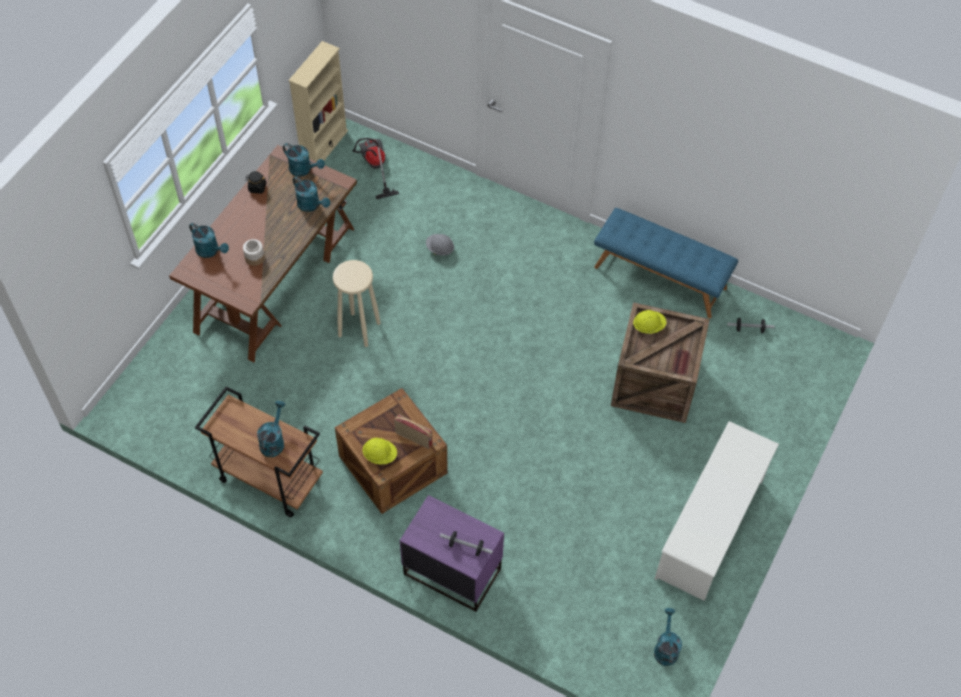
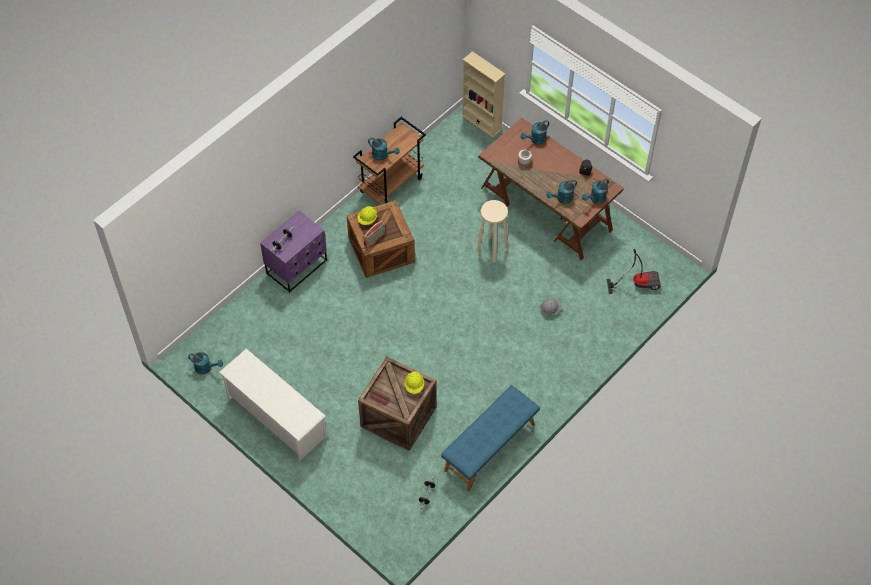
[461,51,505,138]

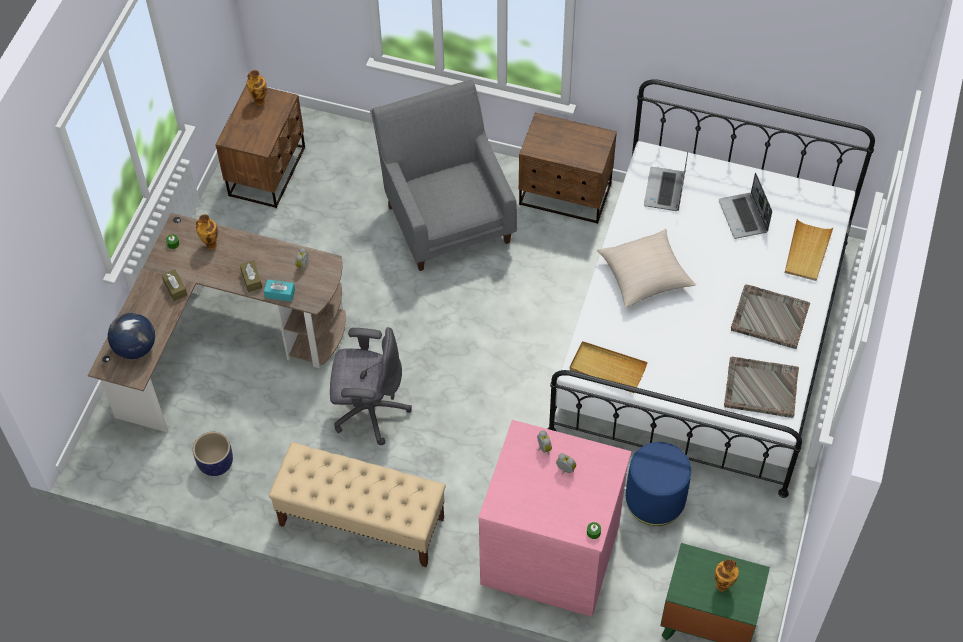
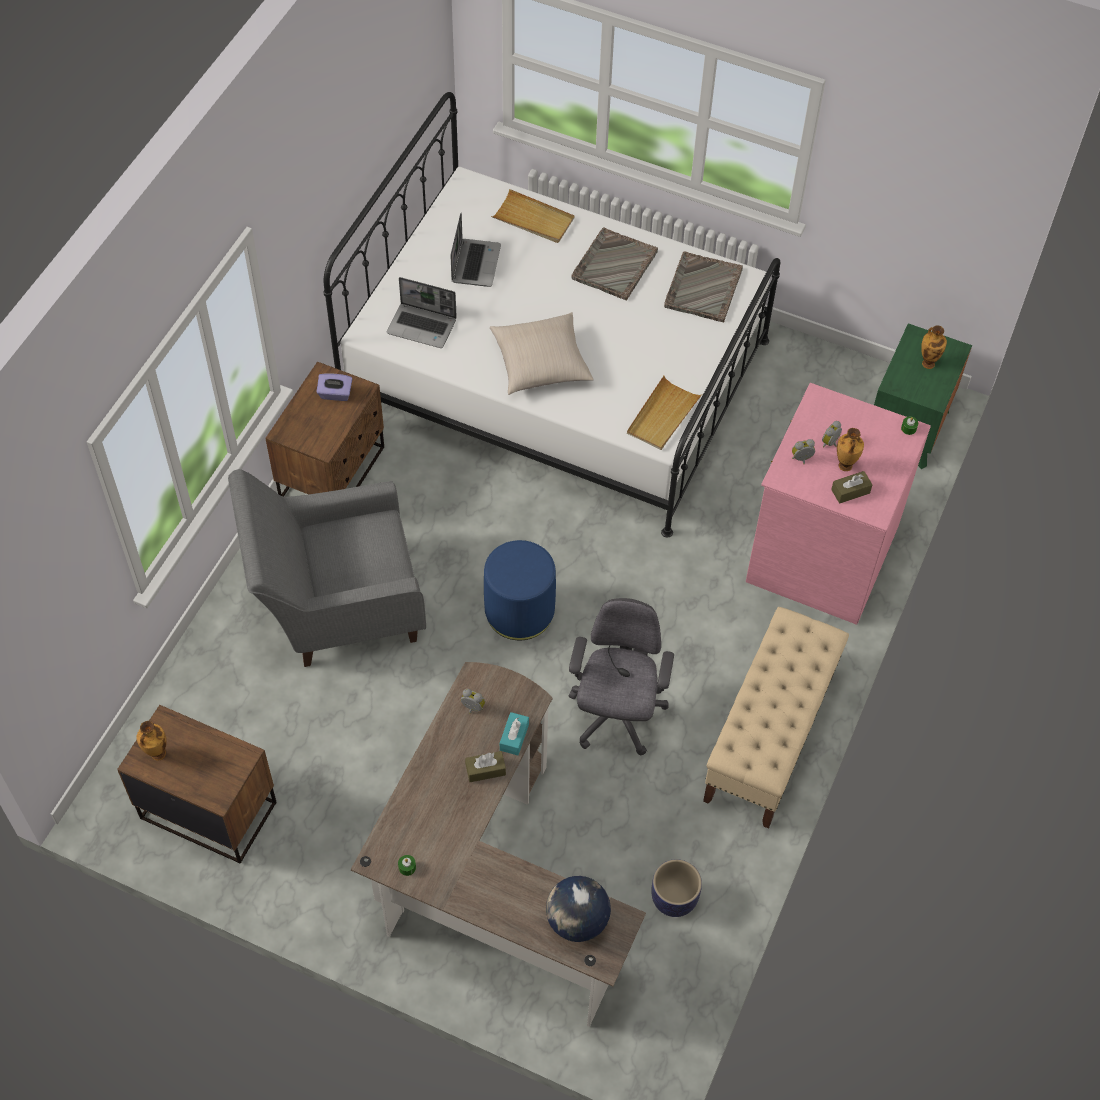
[317,373,352,401]
[451,213,501,287]
[484,540,556,640]
[831,471,872,503]
[837,428,864,471]

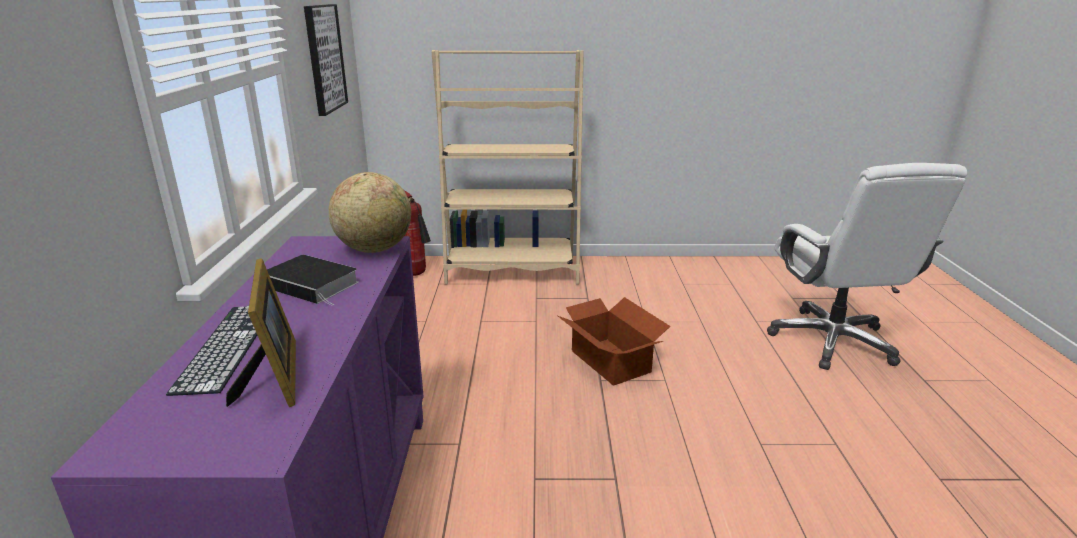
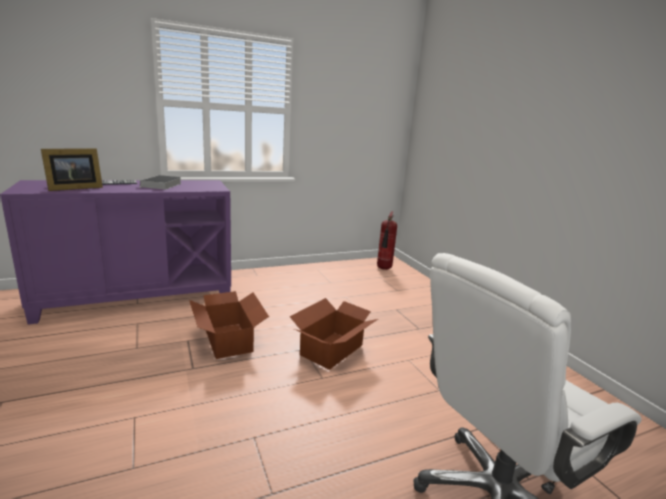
[189,291,269,359]
[304,4,348,116] (first image)
[328,172,411,253] (first image)
[431,50,584,285] (first image)

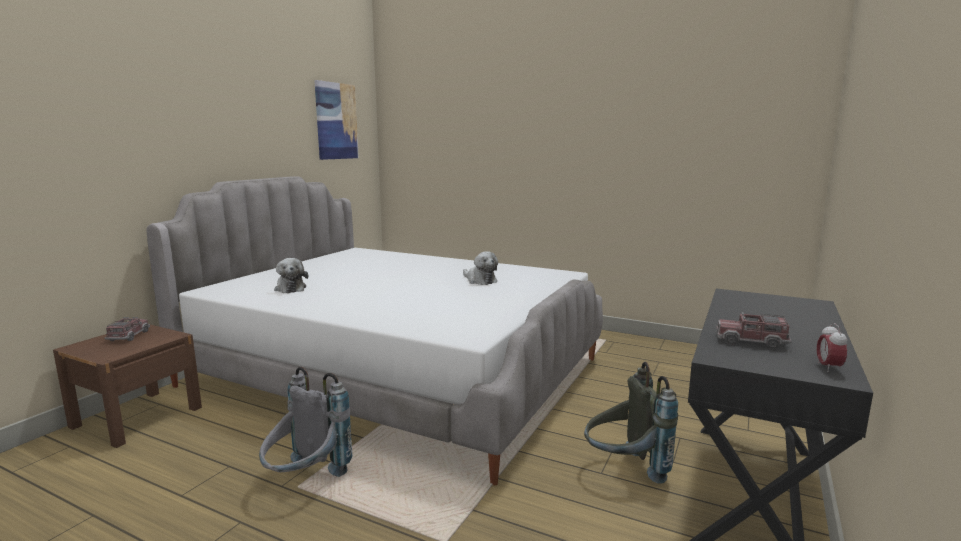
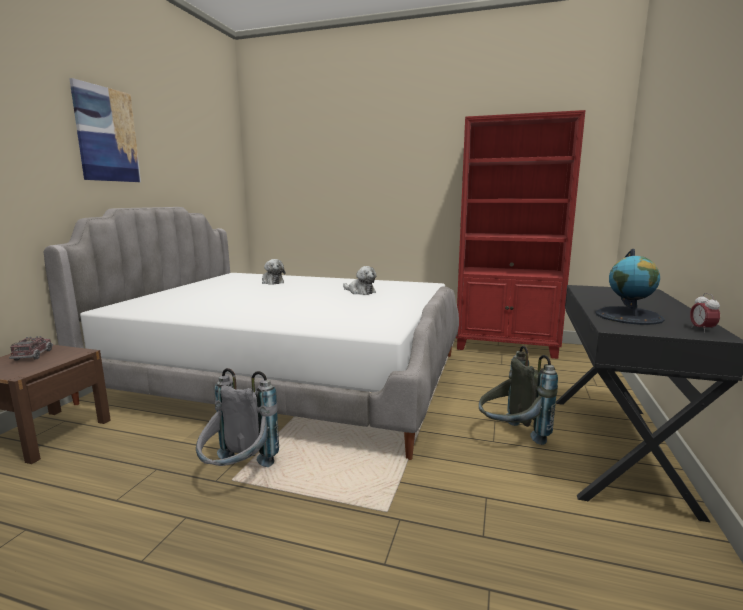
[69,78,141,182]
[262,259,285,285]
[456,110,586,359]
[595,249,665,325]

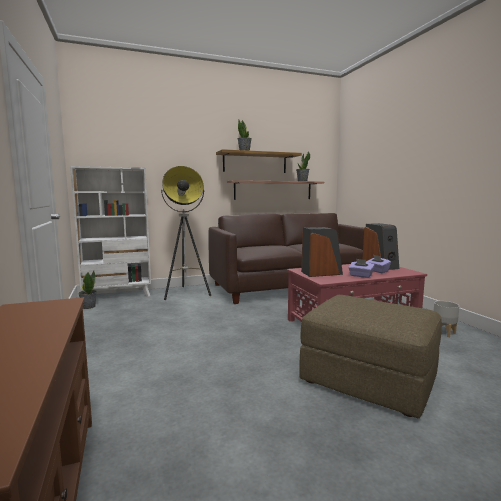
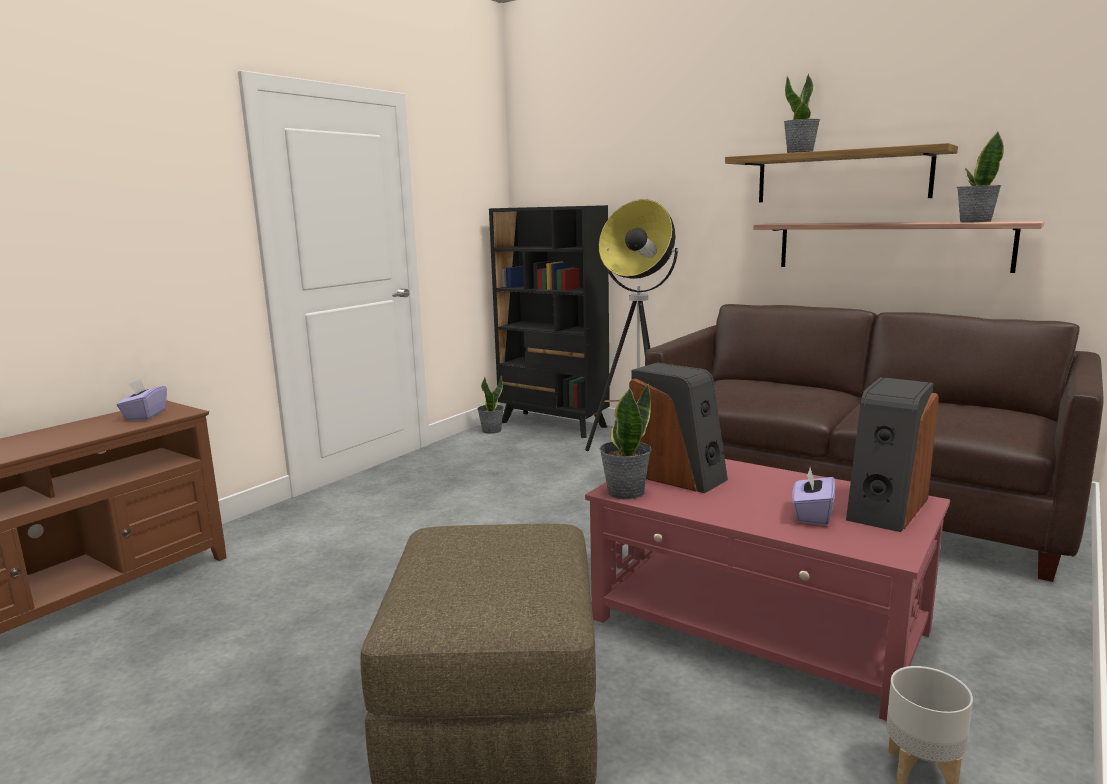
[117,379,167,421]
[489,205,610,438]
[600,384,652,500]

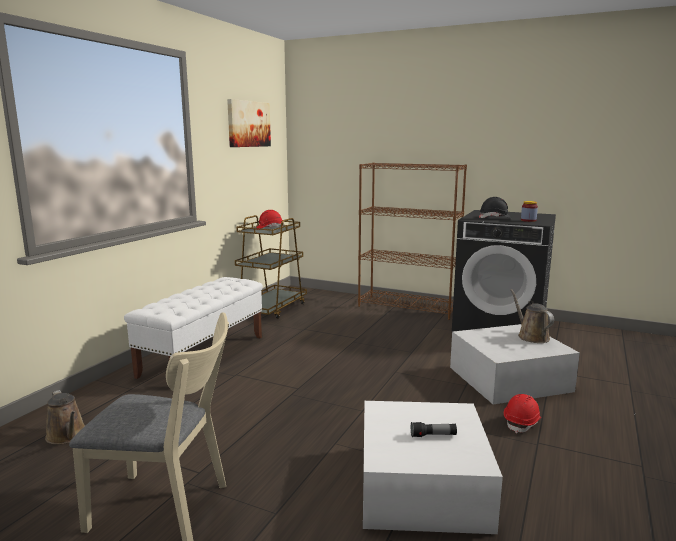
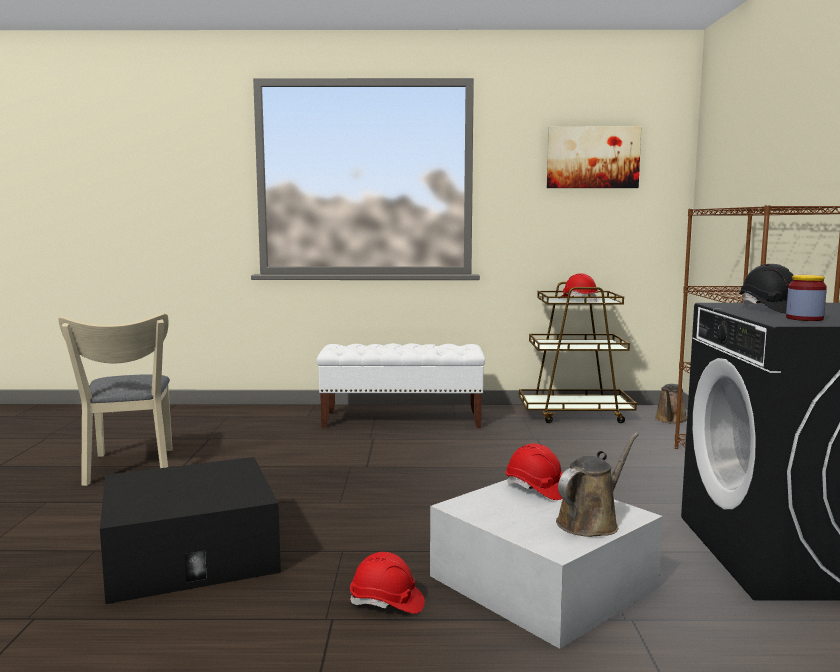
[100,457,281,604]
[505,443,563,500]
[655,384,687,424]
[411,422,457,437] (first image)

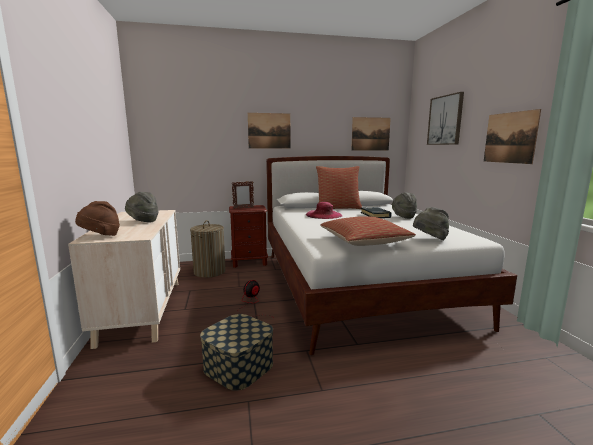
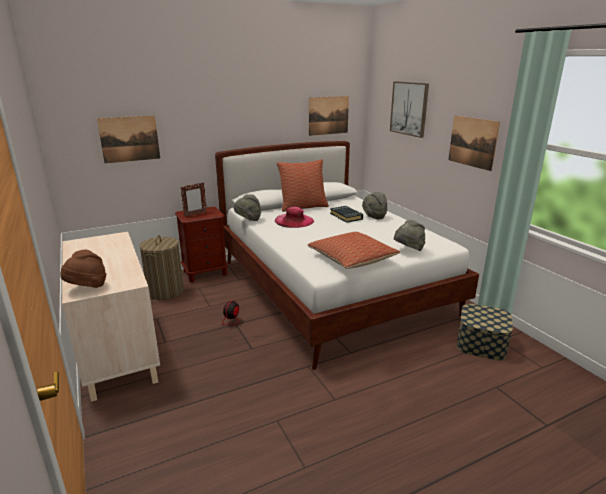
[97,115,160,163]
[234,194,261,221]
[457,304,513,360]

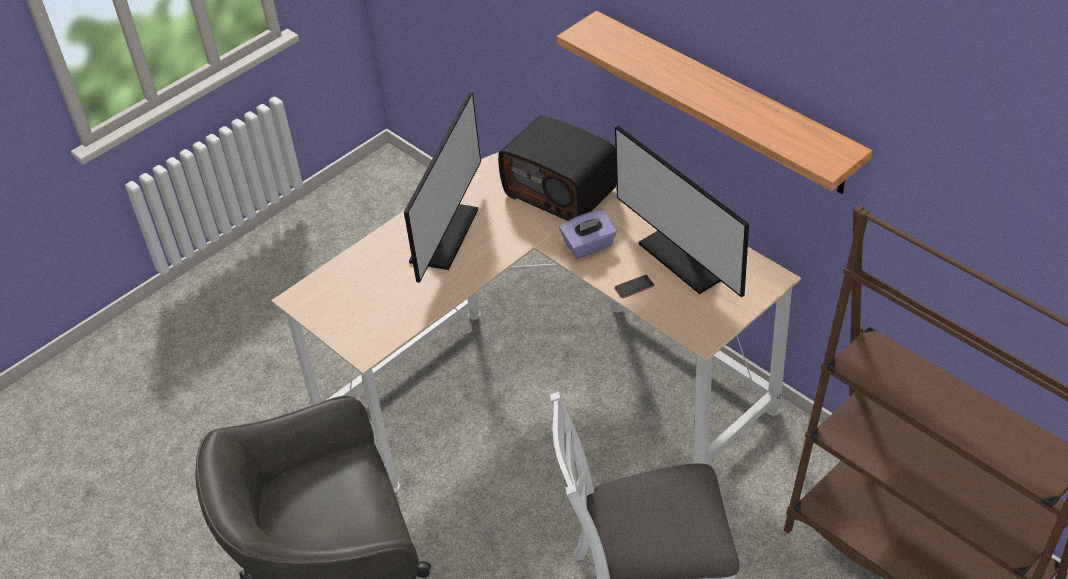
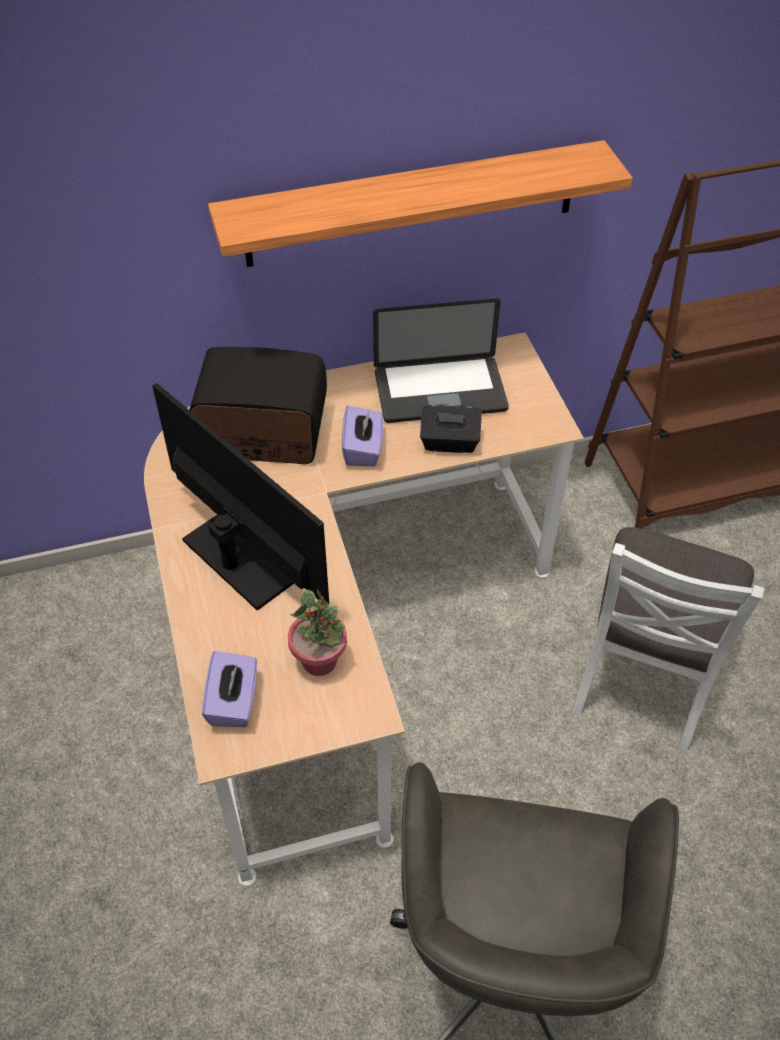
[189,347,327,464]
[202,651,257,727]
[288,589,347,676]
[373,299,509,423]
[420,404,482,453]

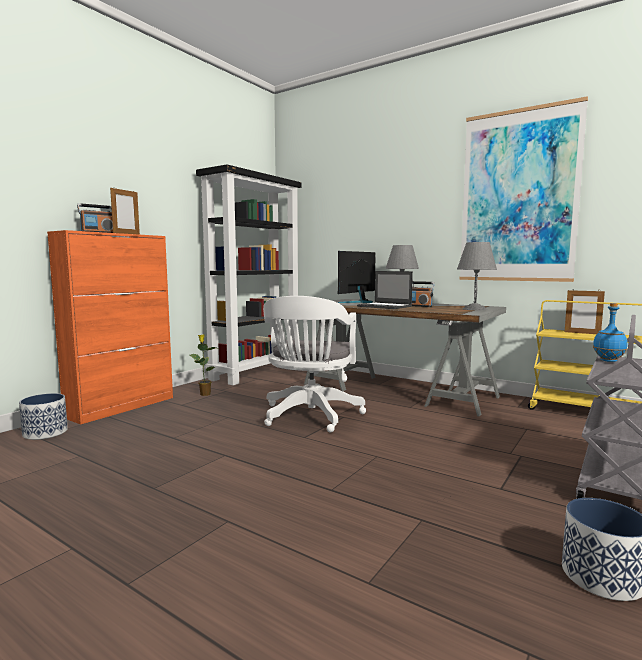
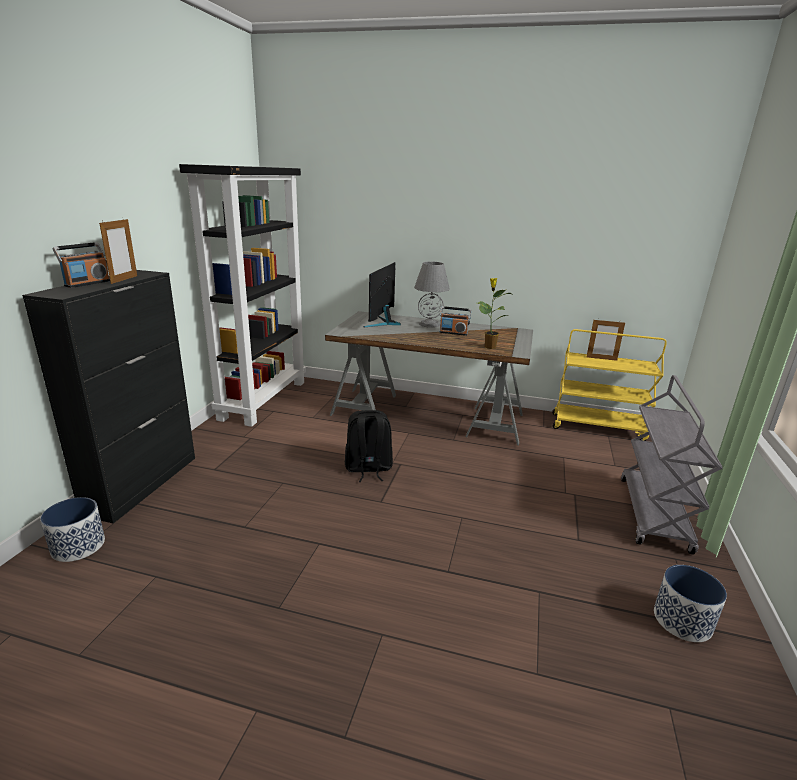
[22,270,195,523]
[345,410,393,482]
[477,278,514,349]
[357,271,413,309] (first image)
[457,242,497,310] (first image)
[459,96,588,282] (first image)
[593,303,628,362] (first image)

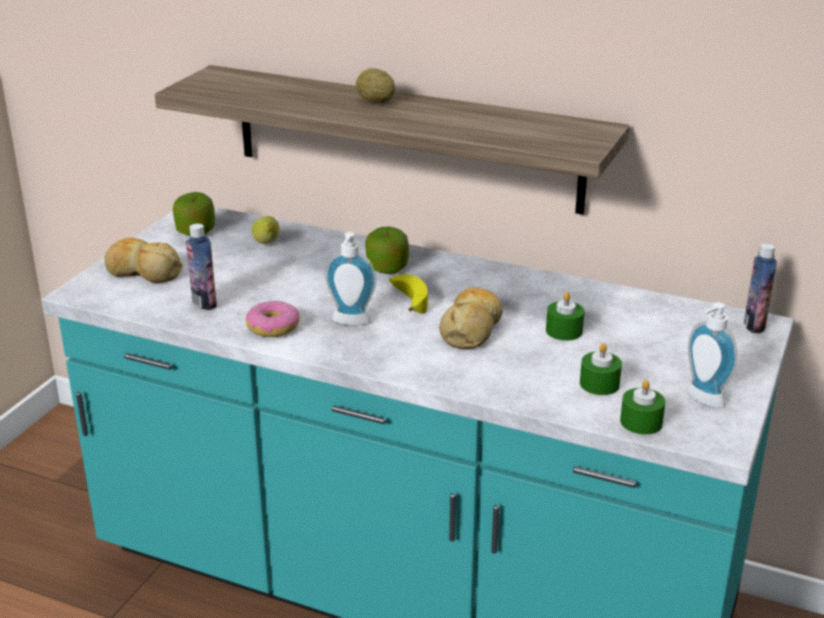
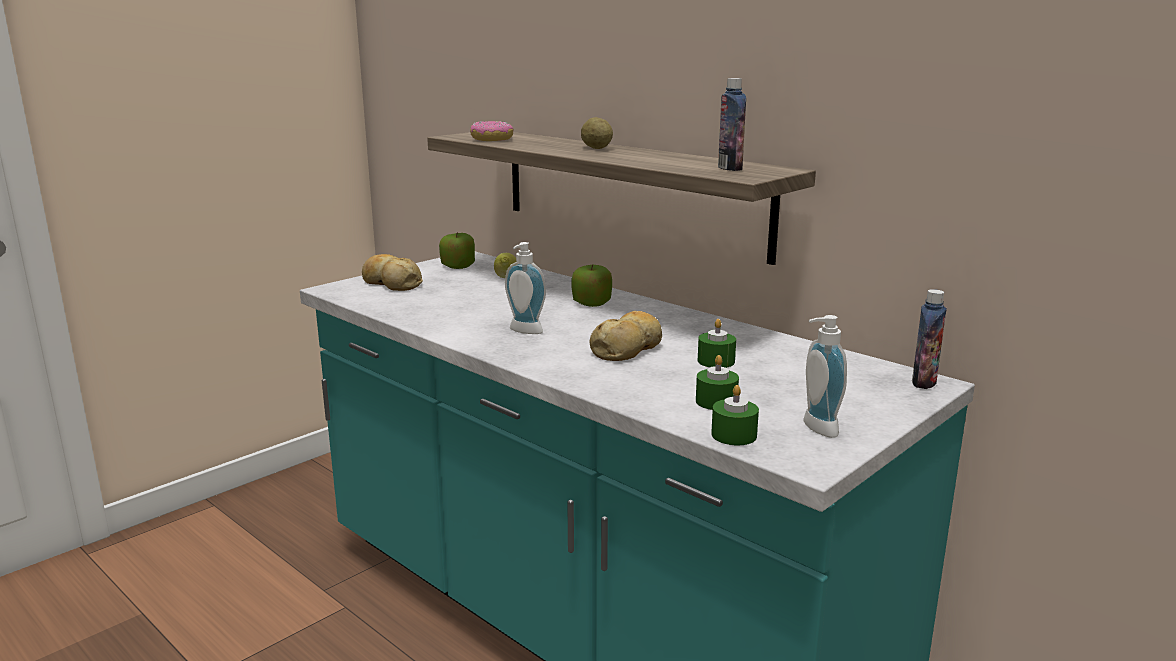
[470,121,513,141]
[718,78,746,171]
[389,274,428,314] (first image)

